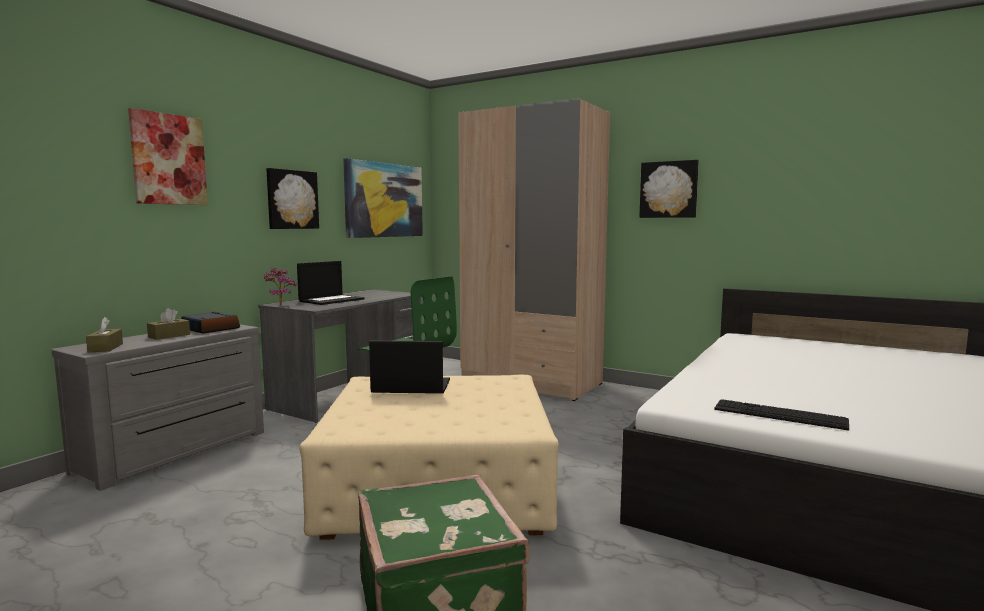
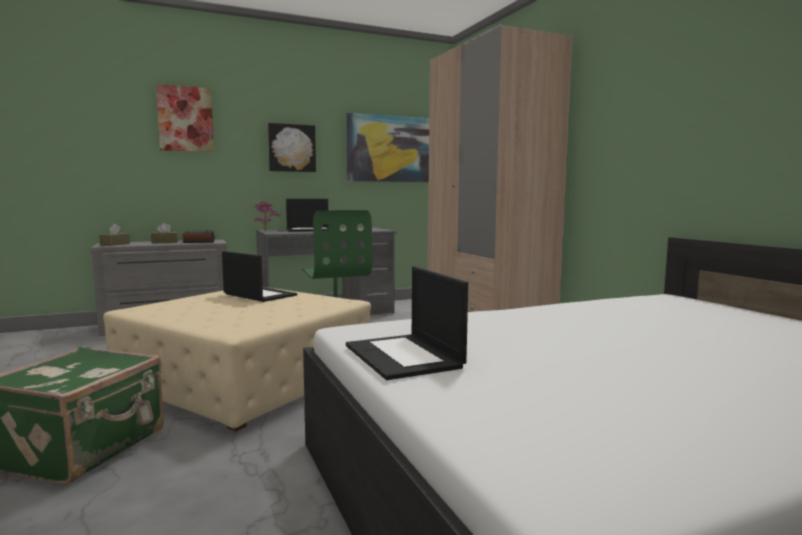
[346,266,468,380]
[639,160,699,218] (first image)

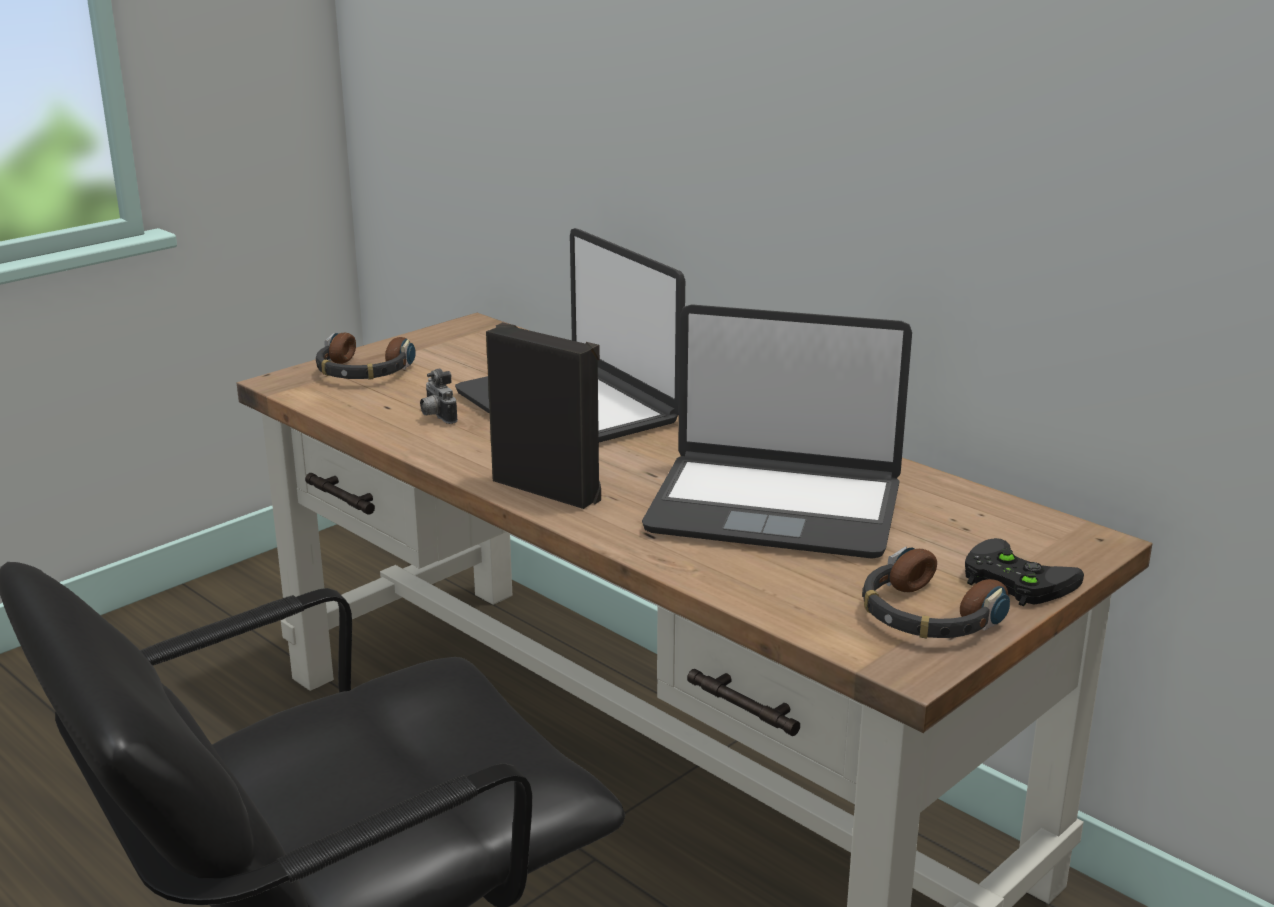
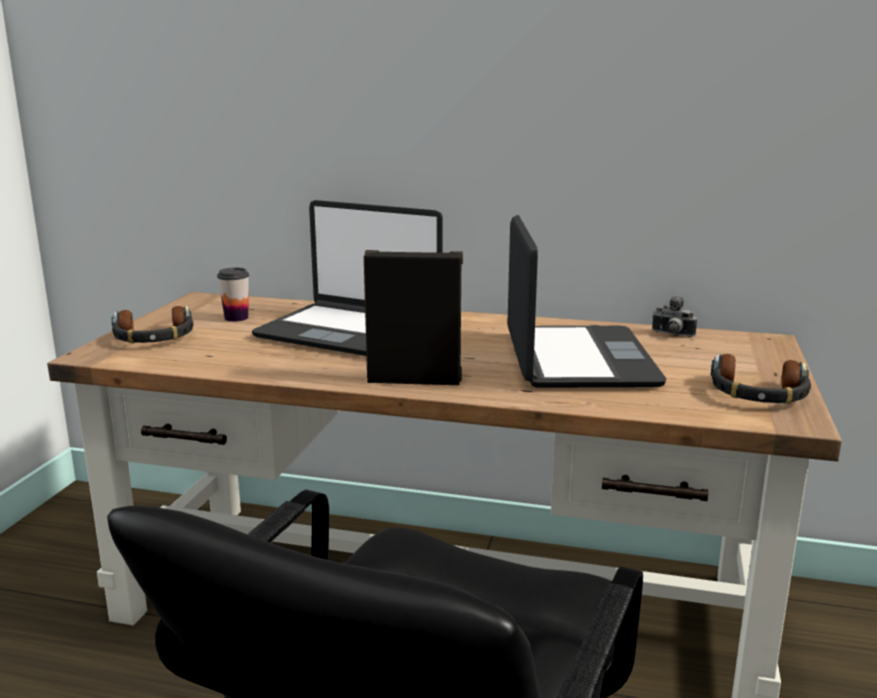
[217,267,249,322]
[507,215,667,388]
[652,296,697,337]
[965,538,1084,606] (first image)

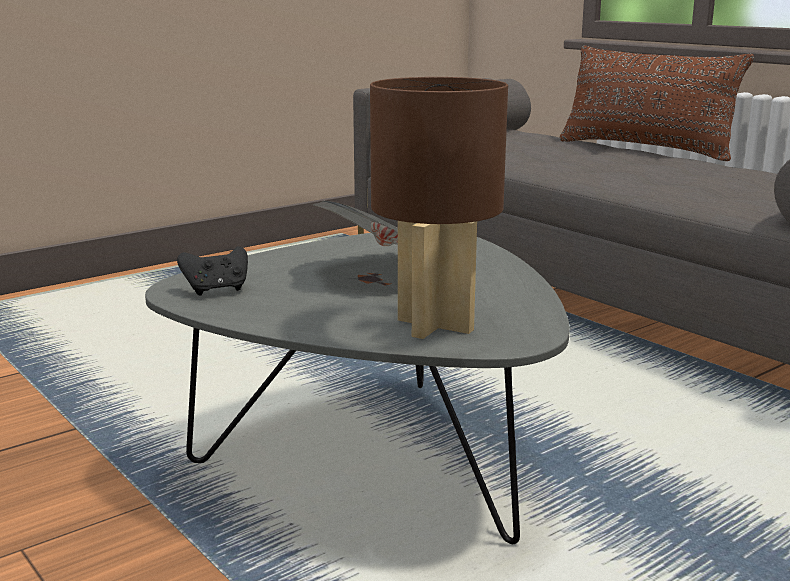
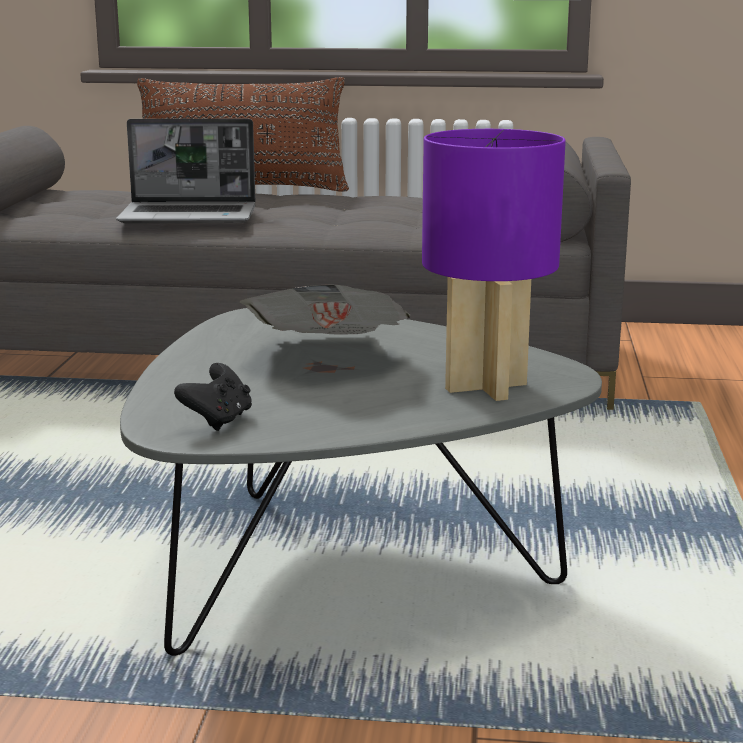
[116,119,255,223]
[422,129,566,401]

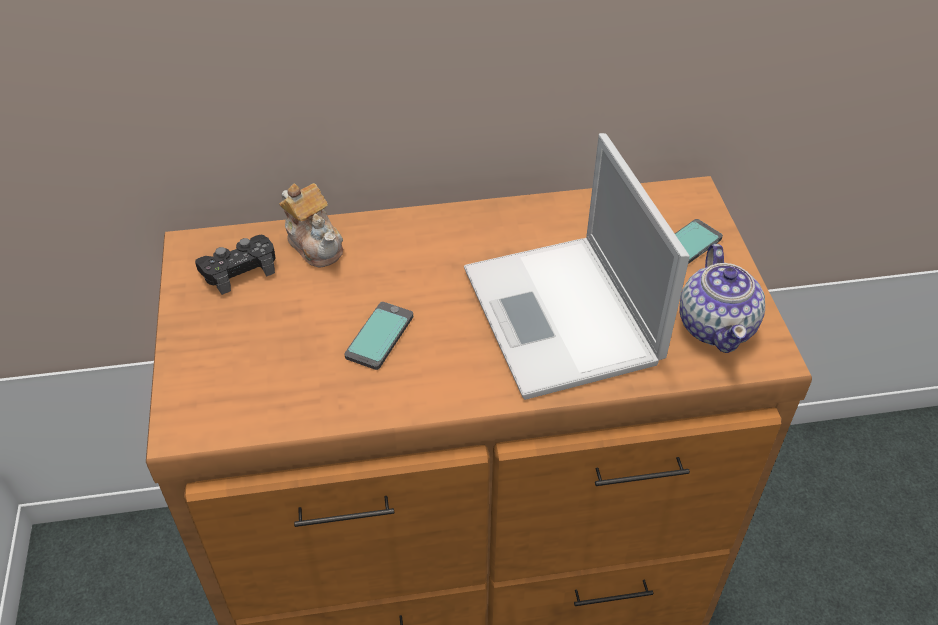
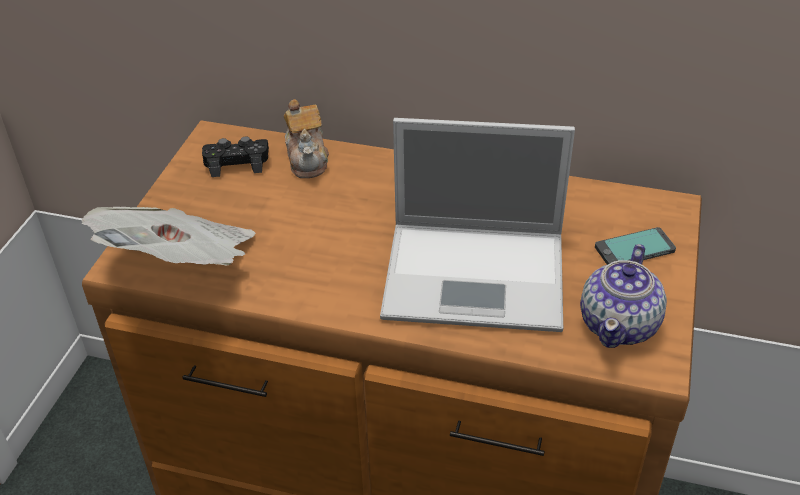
[81,207,255,266]
[380,118,575,332]
[345,302,413,370] (first image)

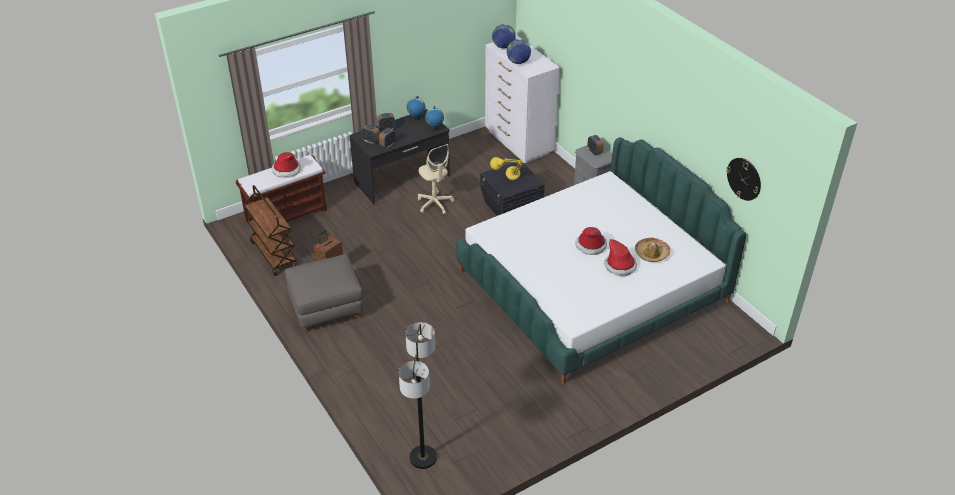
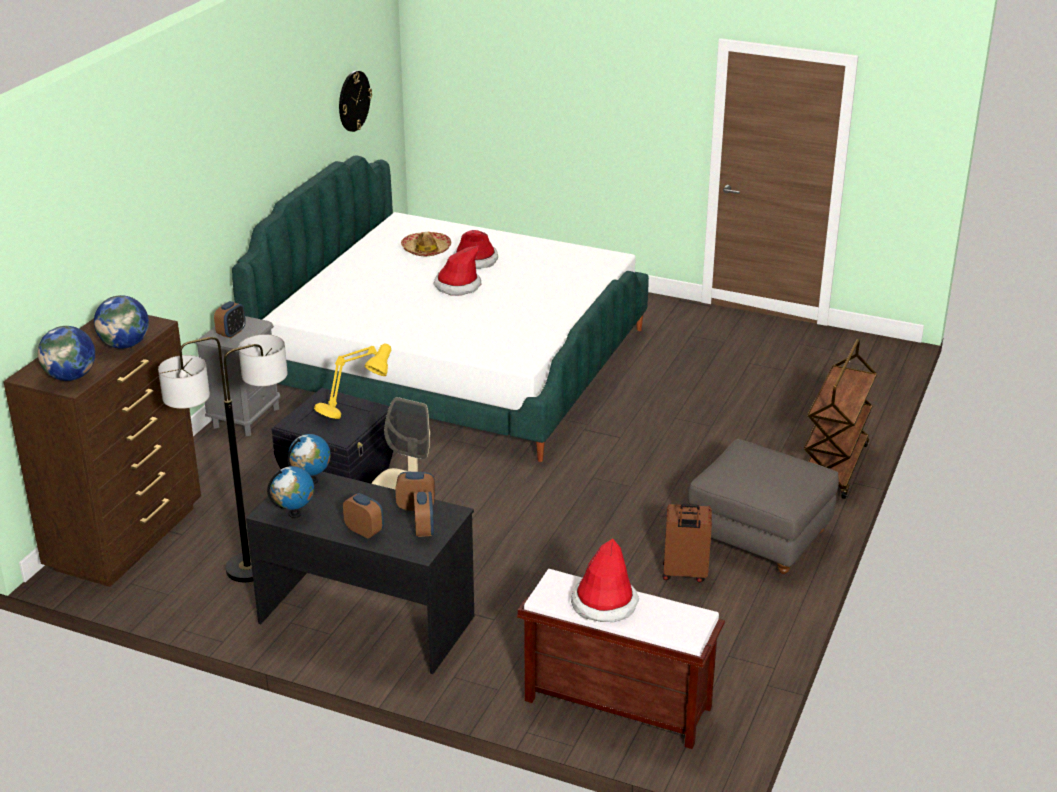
[3,315,201,587]
[158,334,287,582]
[804,339,877,499]

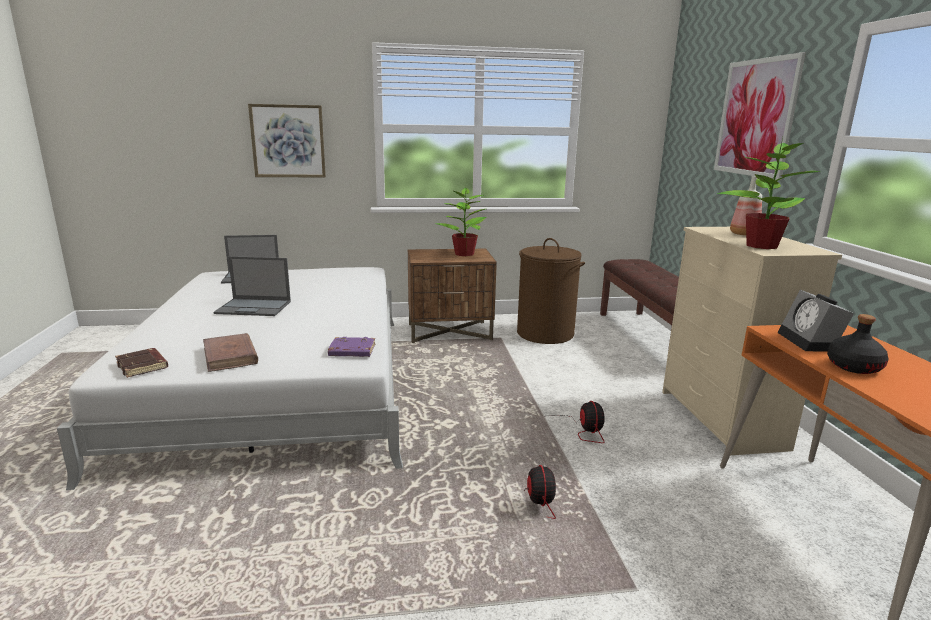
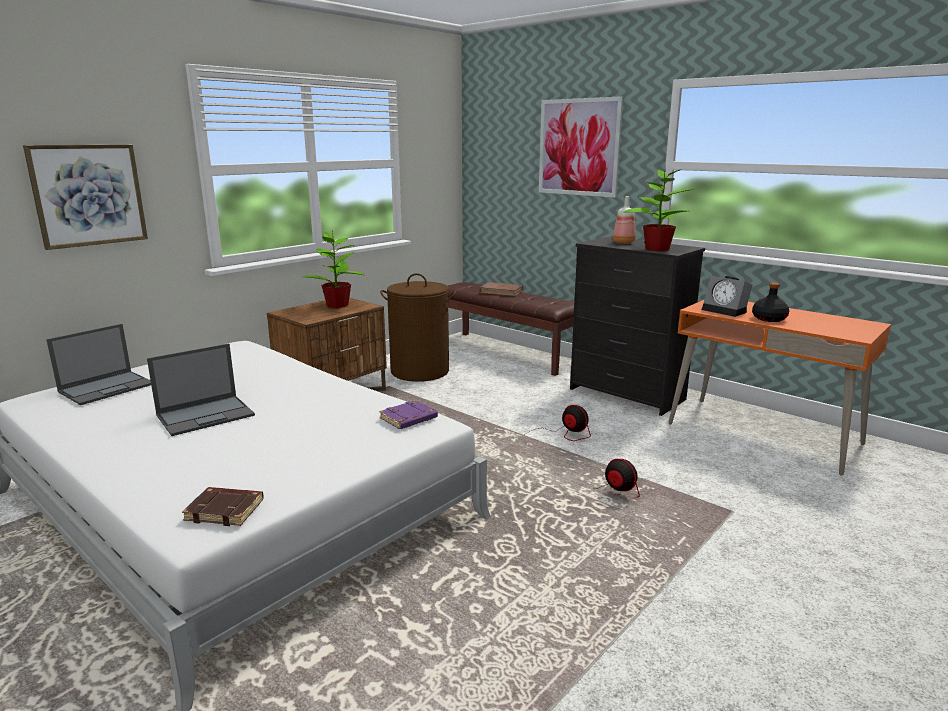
[480,282,523,296]
[570,237,705,416]

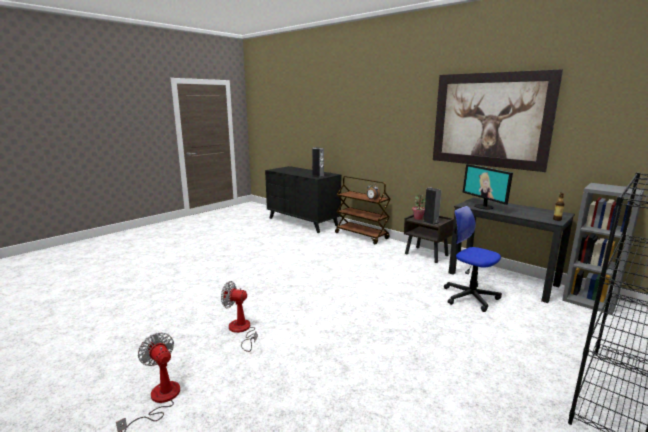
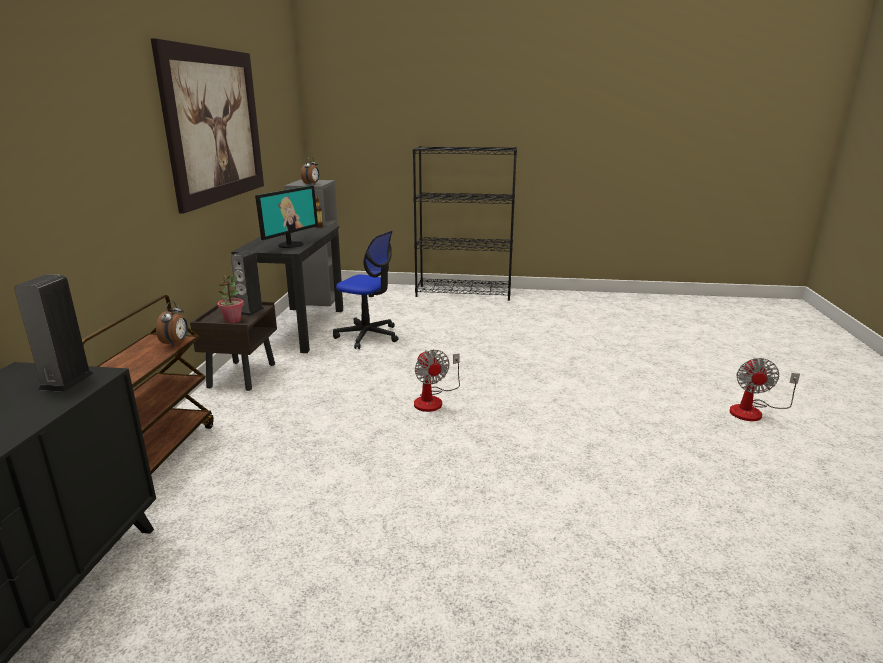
[301,157,319,185]
[333,231,399,349]
[414,350,460,412]

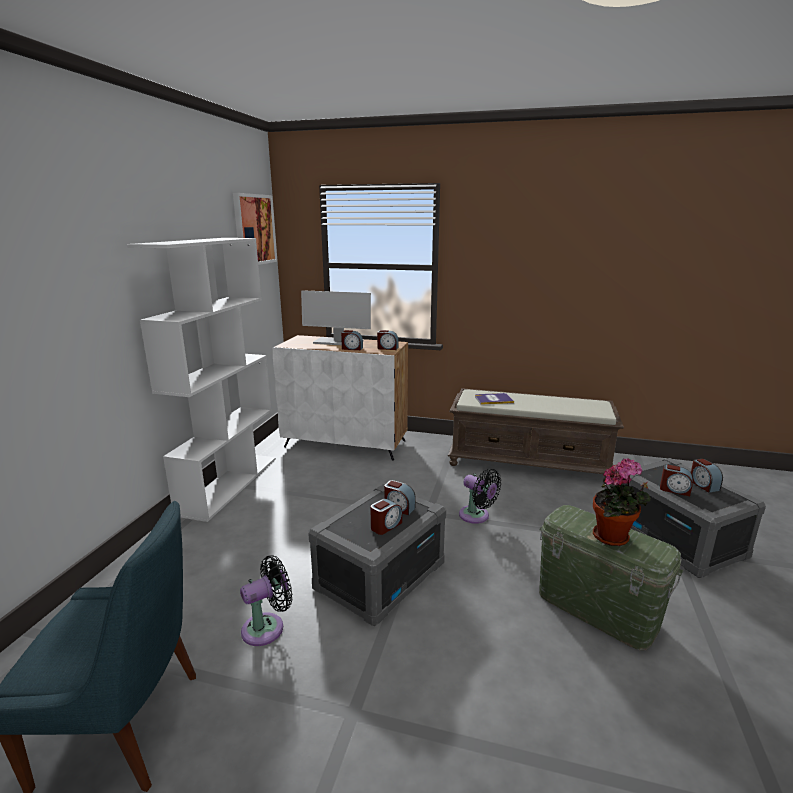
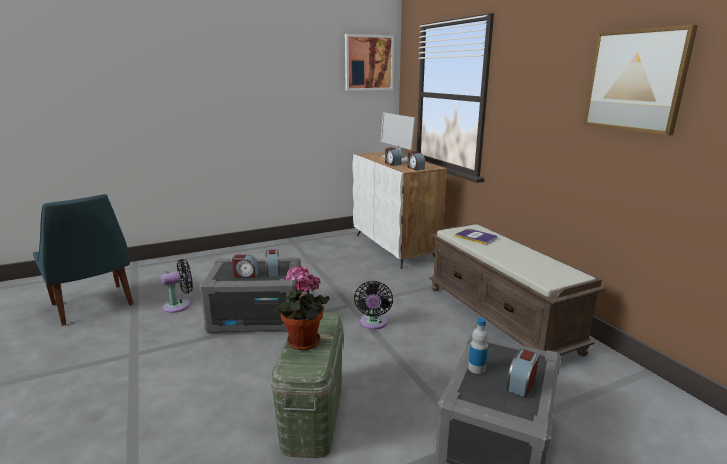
[161,259,193,313]
[468,318,488,374]
[583,25,698,136]
[127,238,276,522] (first image)

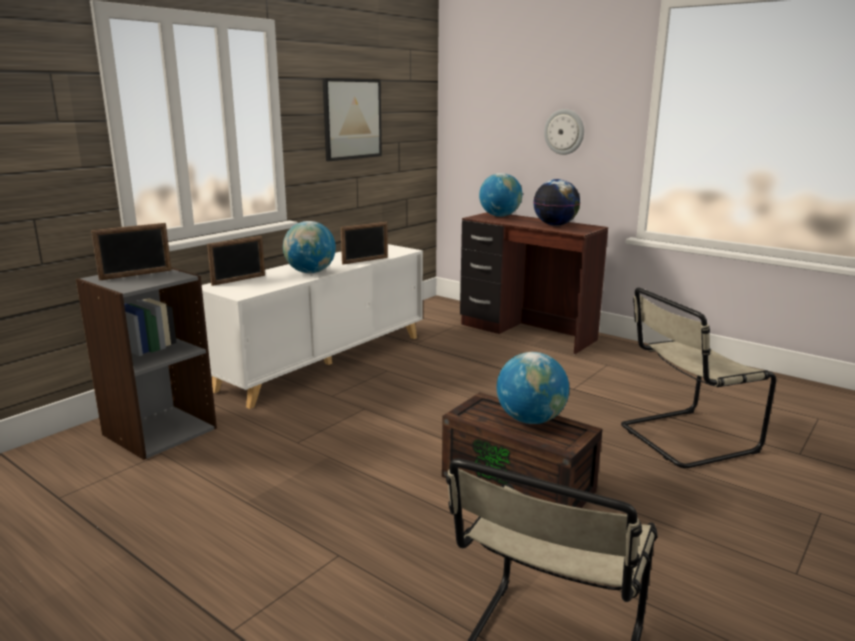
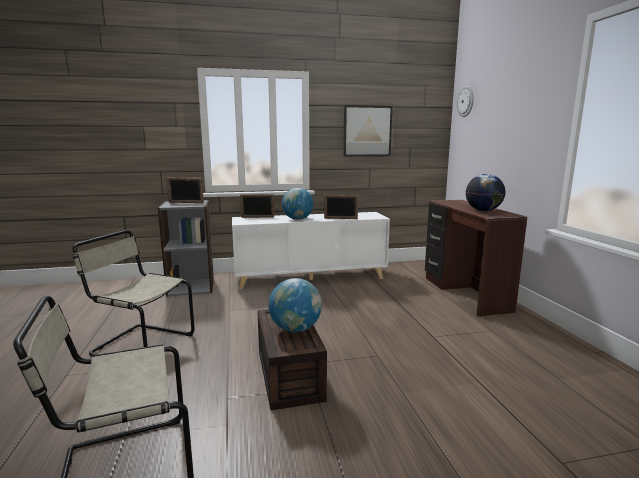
[72,230,195,357]
[457,86,474,117]
[479,173,522,217] (first image)

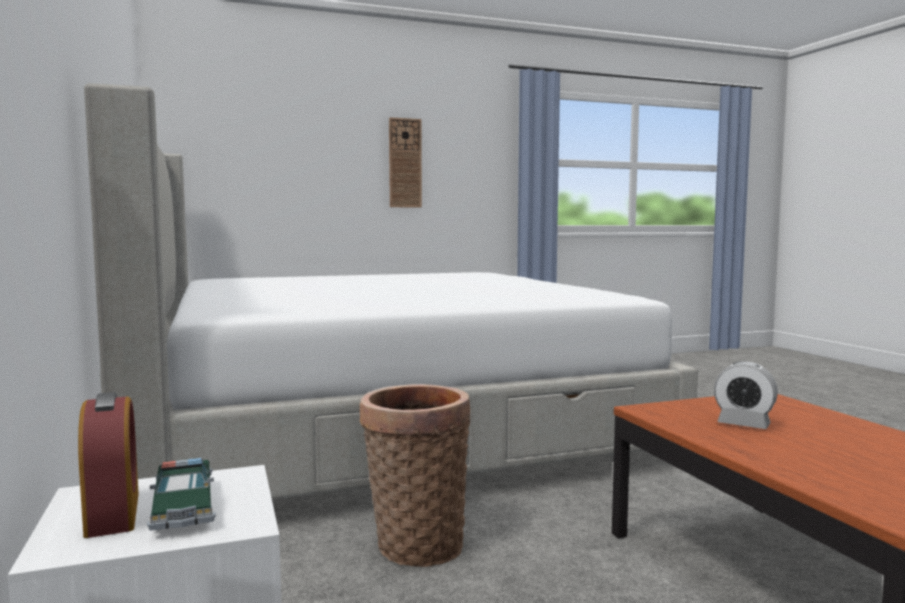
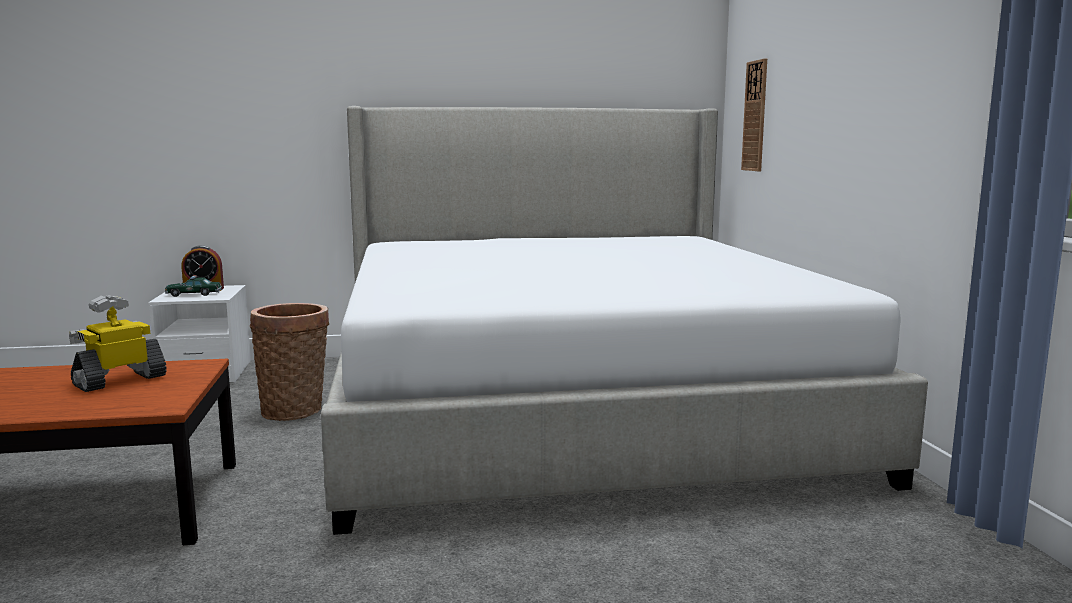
[69,295,167,392]
[741,58,767,171]

